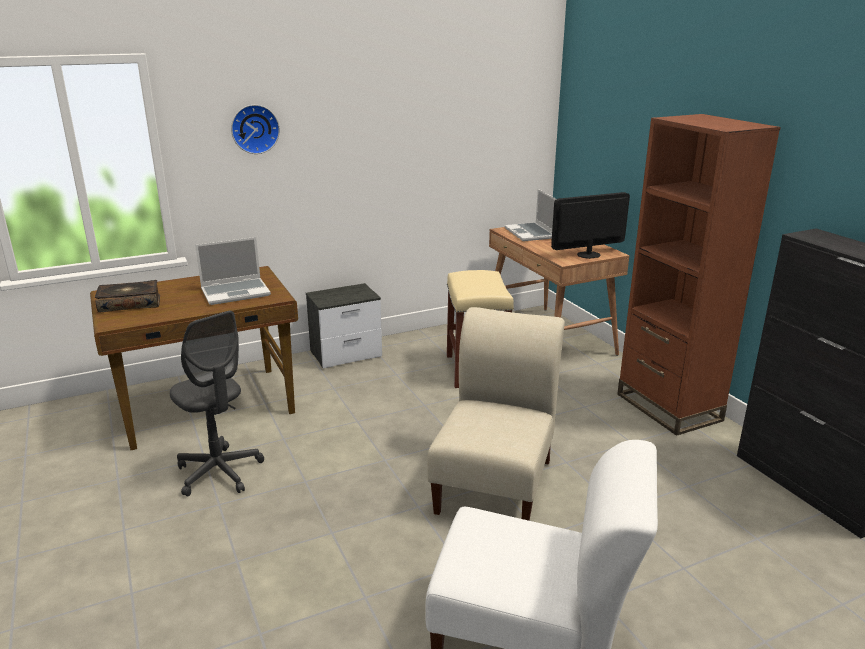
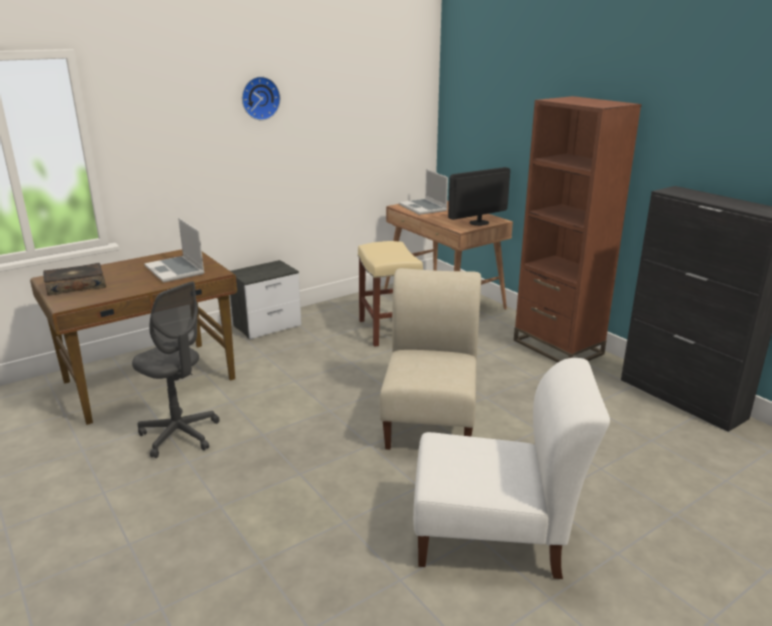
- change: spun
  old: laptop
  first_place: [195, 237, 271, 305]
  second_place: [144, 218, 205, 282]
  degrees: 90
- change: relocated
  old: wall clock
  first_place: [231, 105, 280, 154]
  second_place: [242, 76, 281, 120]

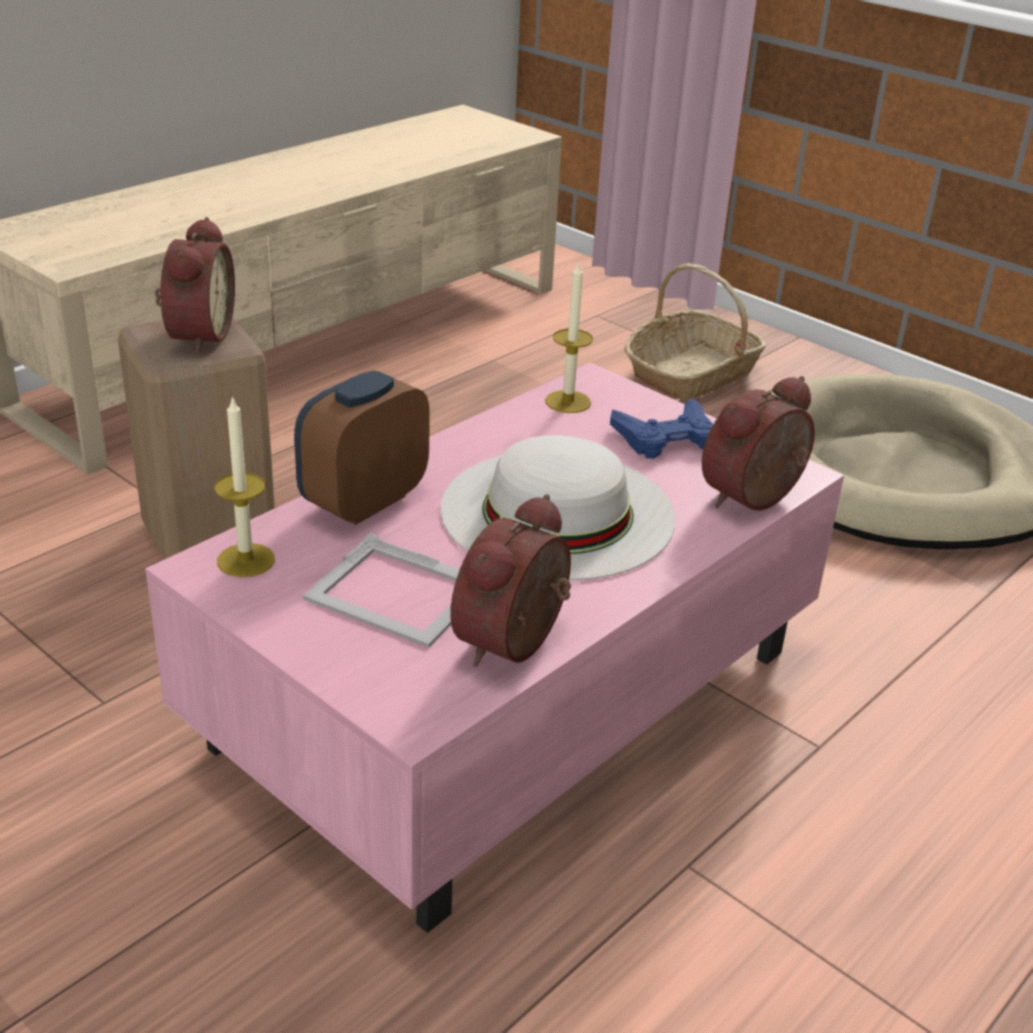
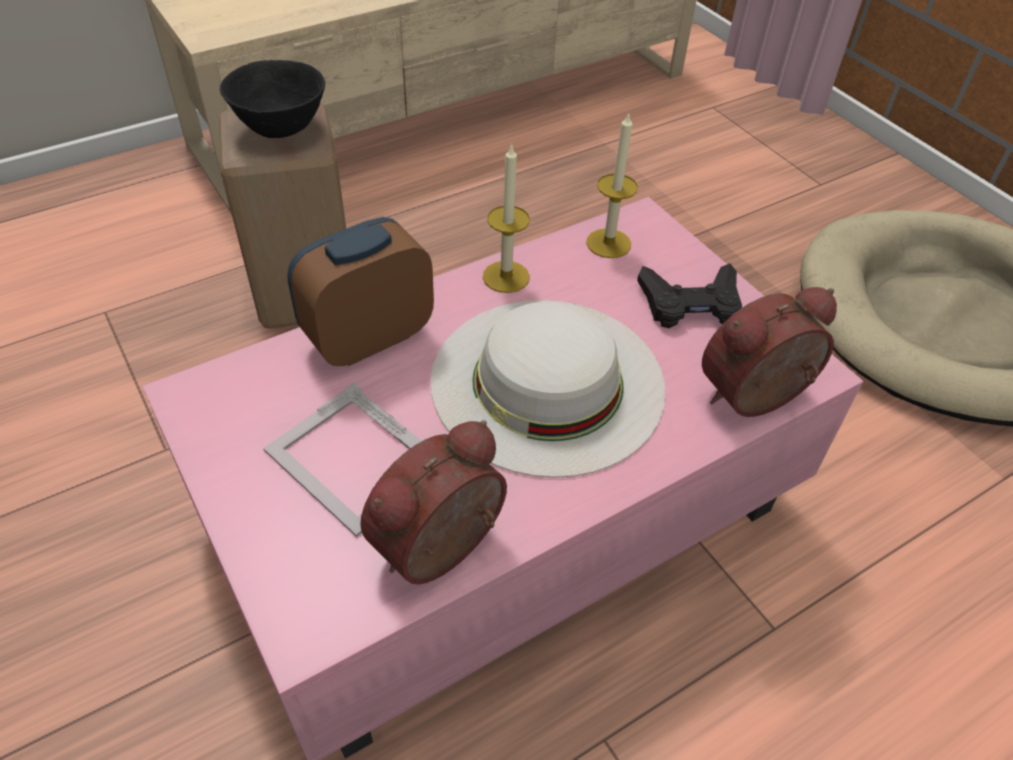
- change: exchanged
  old: alarm clock
  new: bowl (black)
  first_place: [155, 217, 235, 354]
  second_place: [220, 60, 325, 138]
- change: relocated
  old: candle
  first_place: [214, 395, 275, 577]
  second_place: [483, 143, 530, 293]
- change: colour
  old: game controller (blue)
  new: game controller (black)
  first_place: [610, 398, 713, 459]
  second_place: [637, 263, 742, 328]
- change: missing
  old: basket
  first_place: [624, 263, 766, 400]

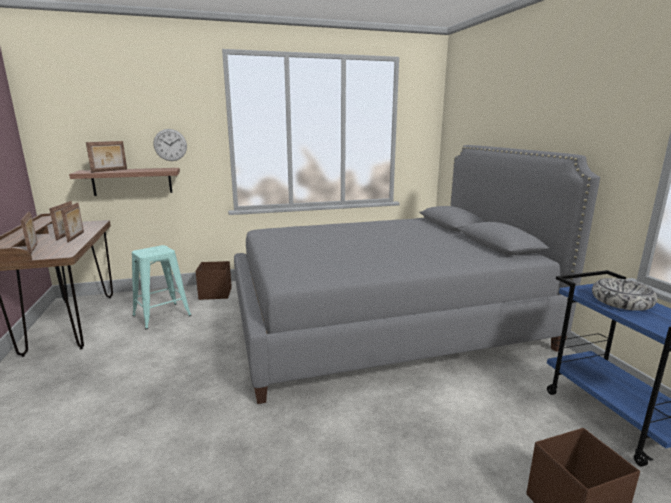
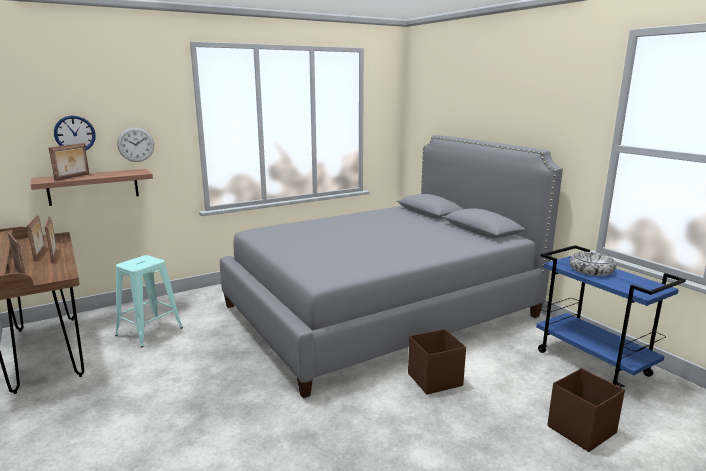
- change: appeared
  new: wall clock
  second_place: [54, 115, 96, 150]
- change: relocated
  old: storage box (brown)
  first_place: [195, 261, 232, 300]
  second_place: [408, 329, 466, 395]

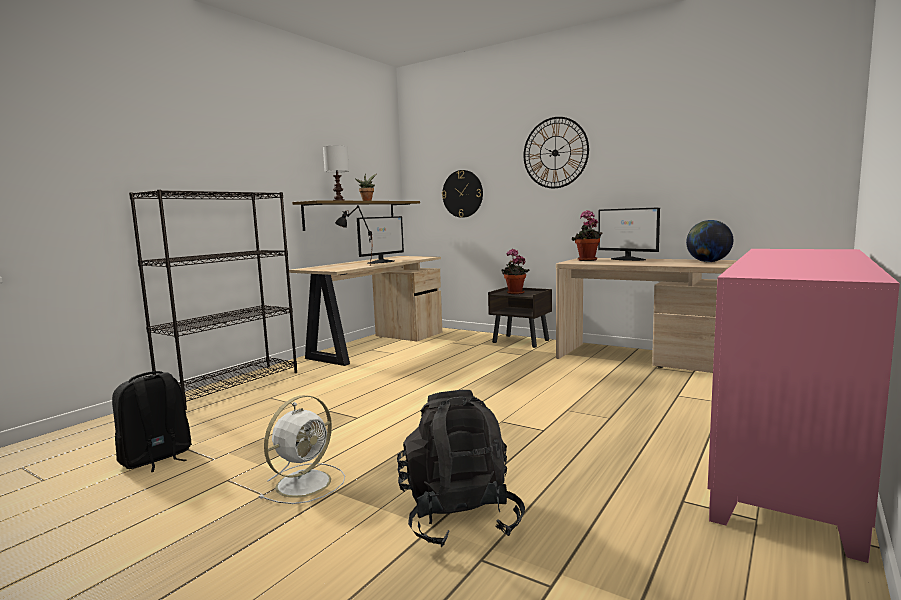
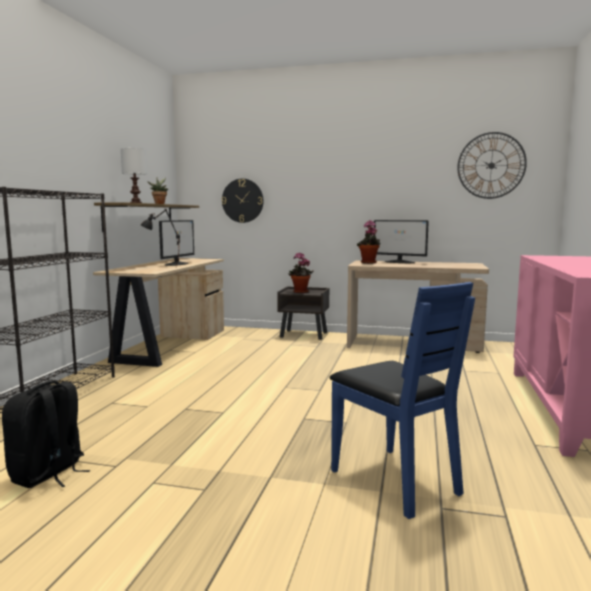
- change: exchanged
  old: backpack (black)
  new: chair (blue)
  first_place: [397, 390, 525, 547]
  second_place: [329, 282, 475, 519]
- change: relocated
  old: wall clock
  first_place: [524, 117, 589, 188]
  second_place: [457, 132, 527, 199]
- change: missing
  old: fan (white)
  first_place: [258, 395, 345, 504]
- change: missing
  old: globe
  first_place: [686, 220, 733, 262]

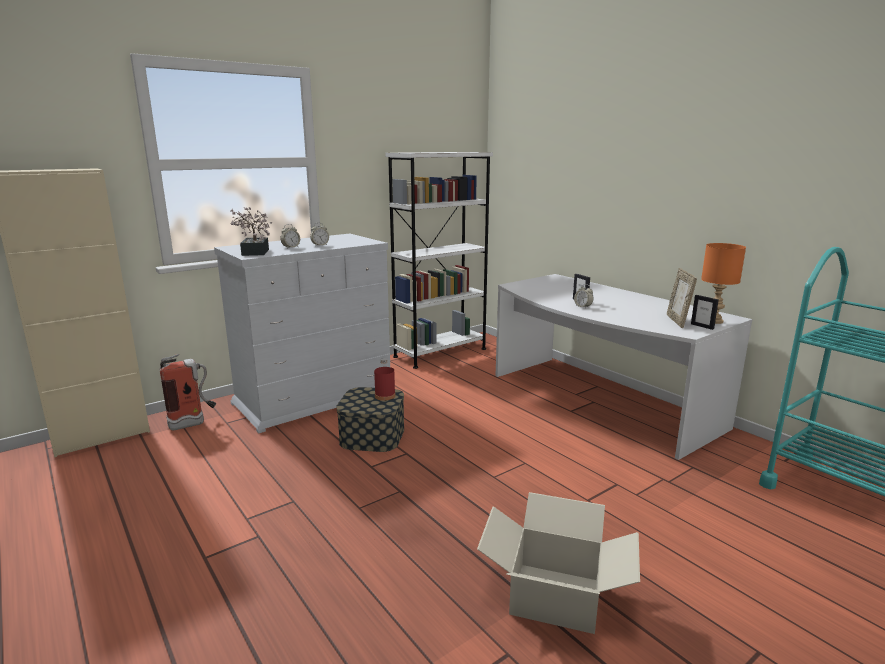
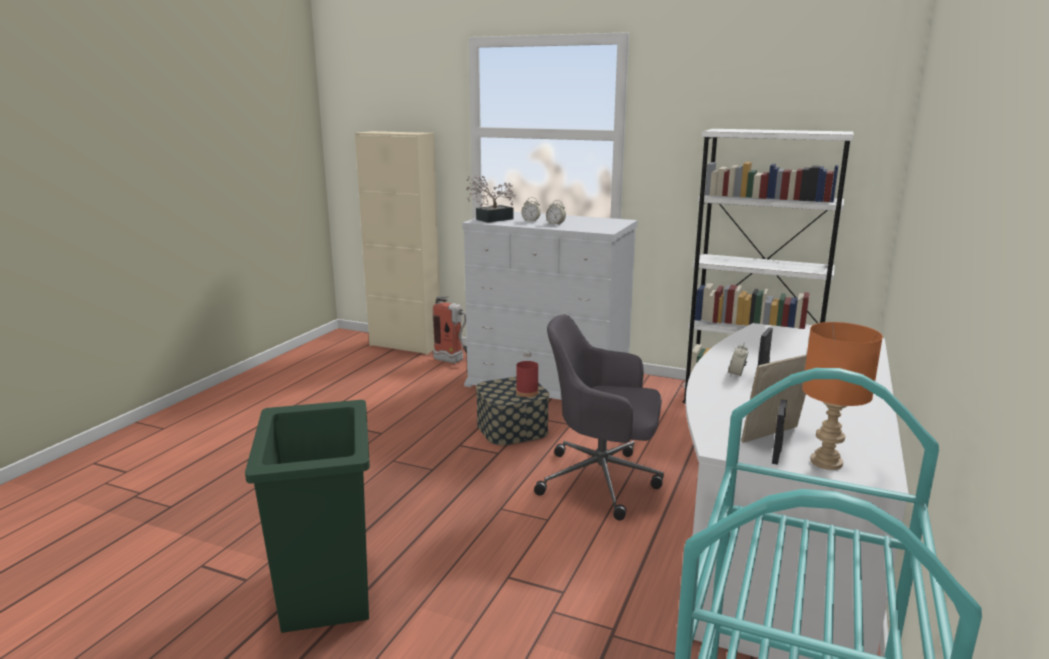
- change: exchanged
  old: cardboard box
  new: trash can (green)
  first_place: [477, 492, 640, 634]
  second_place: [245, 400, 370, 633]
- change: appeared
  new: office chair (grey)
  second_place: [534, 314, 664, 520]

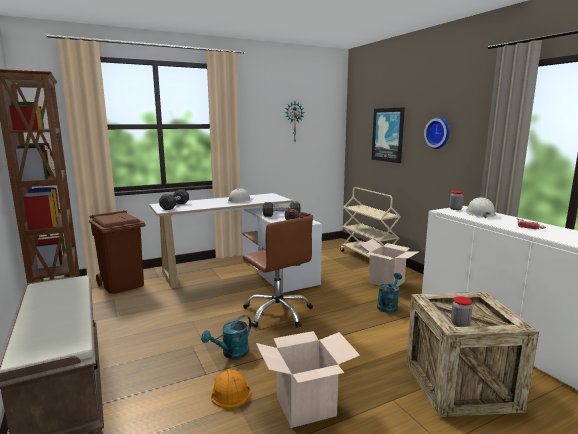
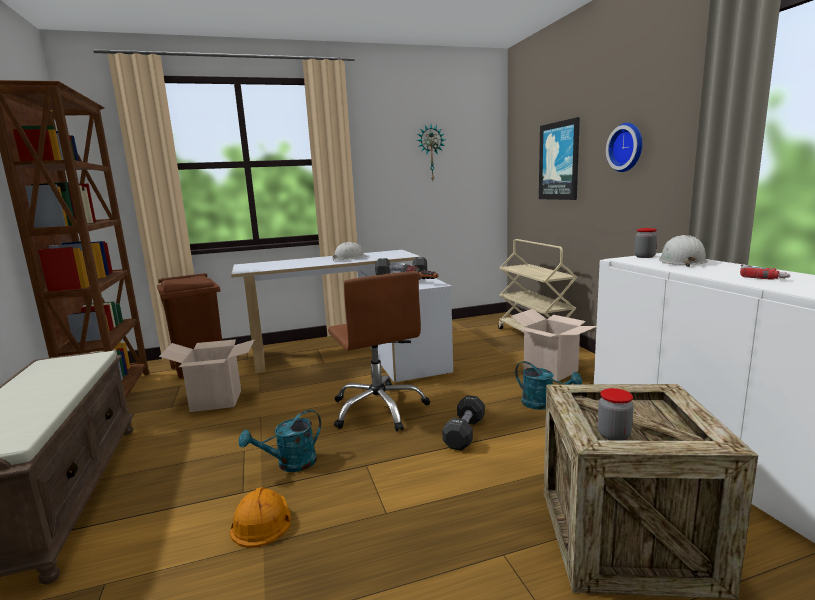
- change: relocated
  old: cardboard box
  first_place: [256, 331, 360, 428]
  second_place: [159, 339, 254, 412]
- change: relocated
  old: dumbbell (black)
  first_place: [159, 189, 189, 210]
  second_place: [442, 395, 485, 451]
- change: spun
  old: watering can (turquoise)
  first_place: [377, 273, 402, 313]
  second_place: [515, 361, 582, 410]
  degrees: 90

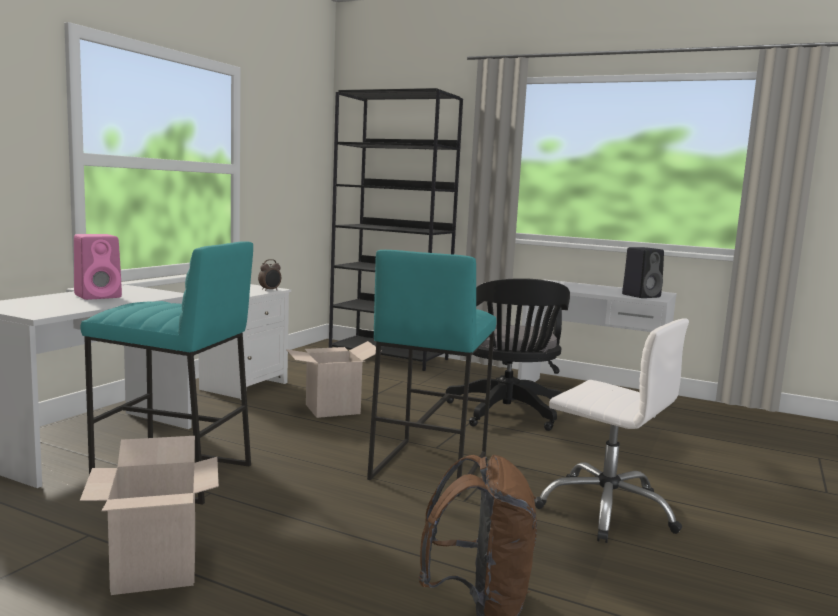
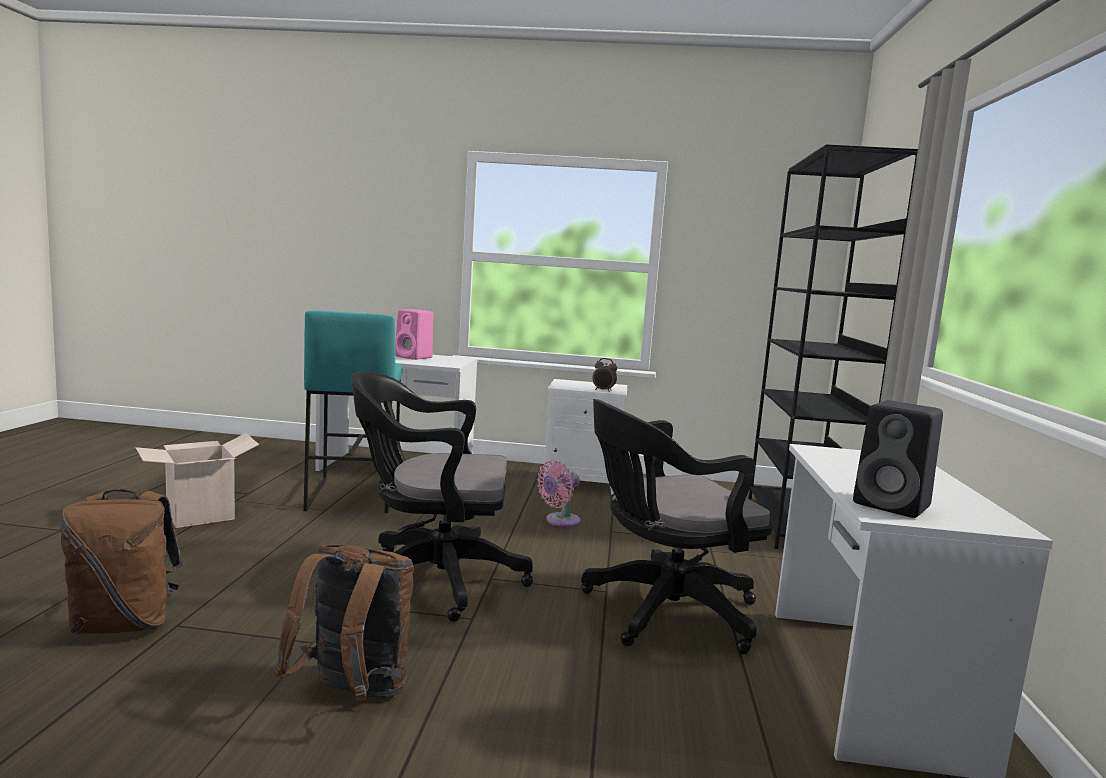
- change: exchanged
  old: office chair (white)
  new: backpack (brown)
  first_place: [534, 318, 689, 543]
  second_place: [274, 544, 414, 701]
- change: exchanged
  old: stool (turquoise)
  new: office chair (black)
  first_place: [367, 250, 496, 497]
  second_place: [351, 371, 533, 622]
- change: exchanged
  old: cardboard box
  new: fan (pink)
  first_place: [286, 341, 382, 418]
  second_place: [537, 460, 581, 527]

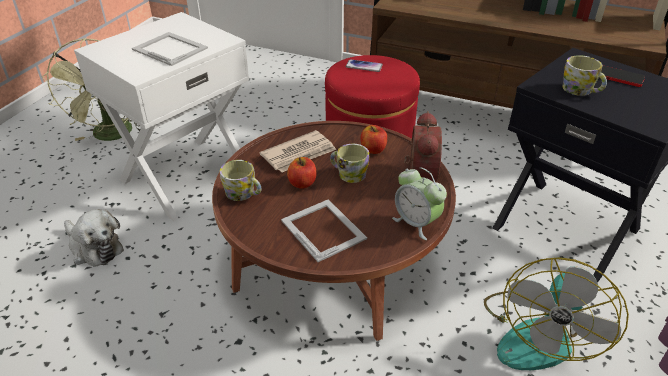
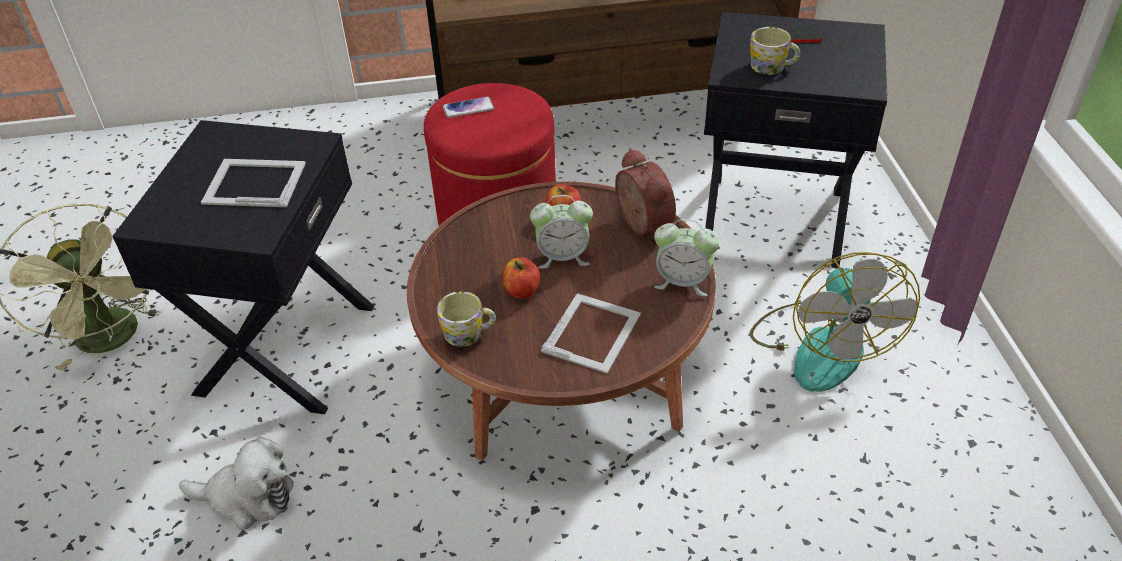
- change: colour
  old: side table (white)
  new: side table (black)
  first_place: [74, 12, 249, 221]
  second_place: [112, 120, 374, 414]
- change: exchanged
  old: mug
  new: alarm clock
  first_place: [330, 144, 369, 183]
  second_place: [530, 195, 593, 269]
- change: spun
  old: picture frame
  first_place: [281, 199, 367, 262]
  second_place: [541, 293, 641, 374]
  degrees: 90
- change: missing
  old: newspaper
  first_place: [259, 130, 336, 172]

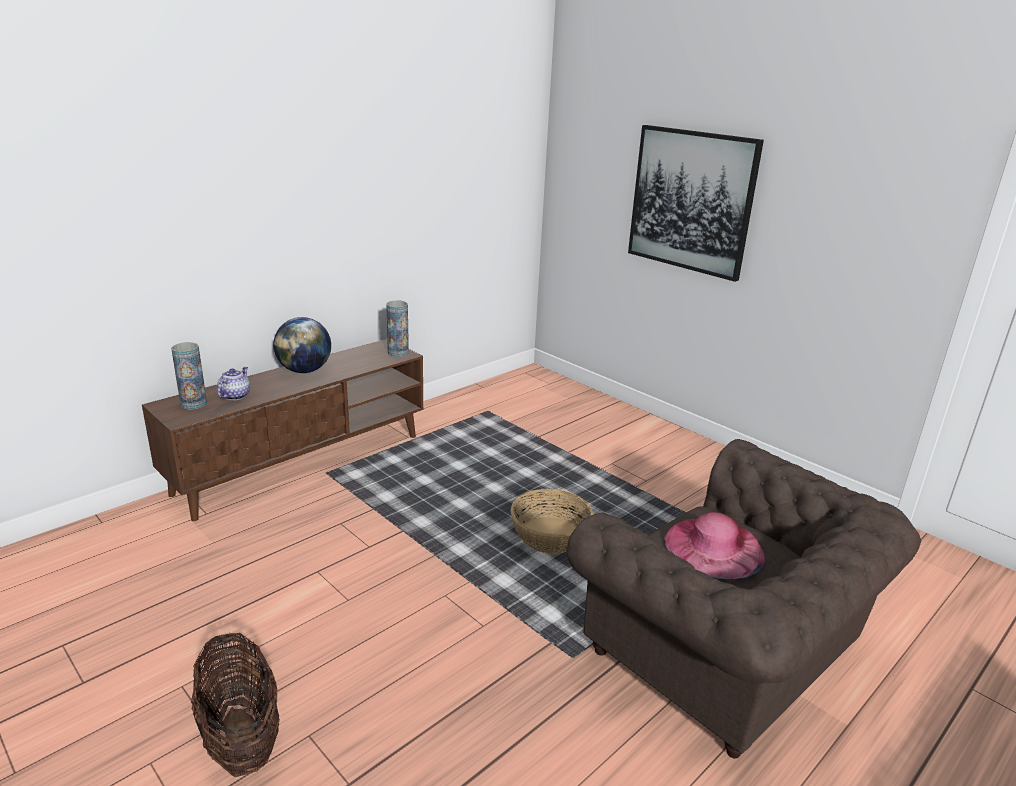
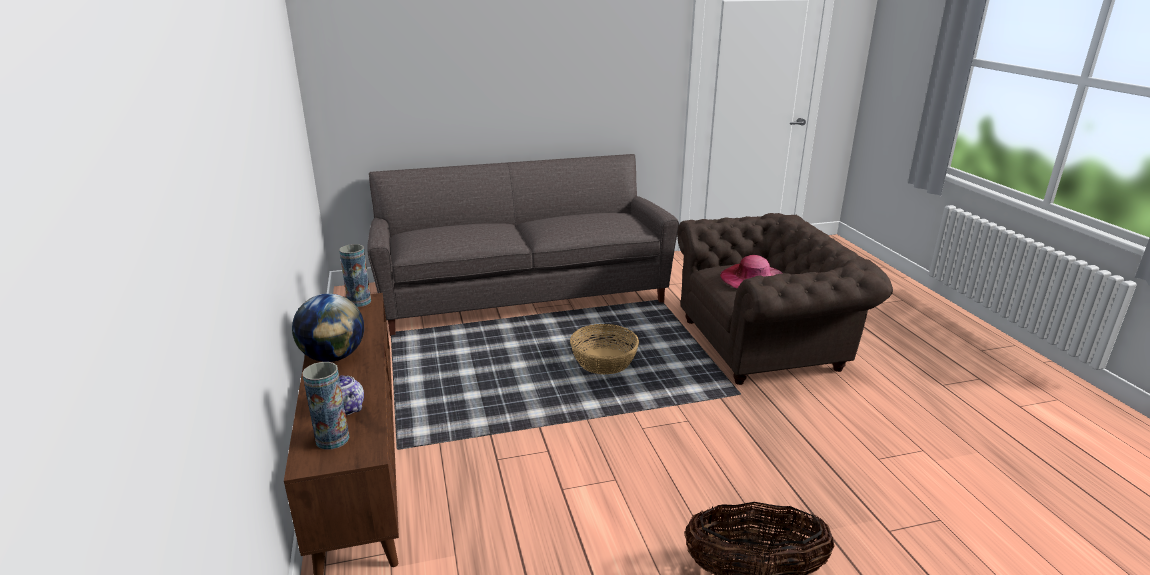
- change: appeared
  new: sofa (grey)
  second_place: [367, 154, 679, 336]
- change: missing
  old: picture
  first_place: [628, 125, 764, 282]

